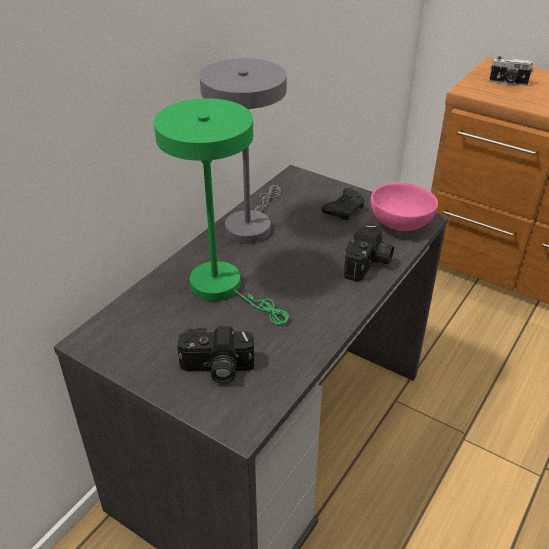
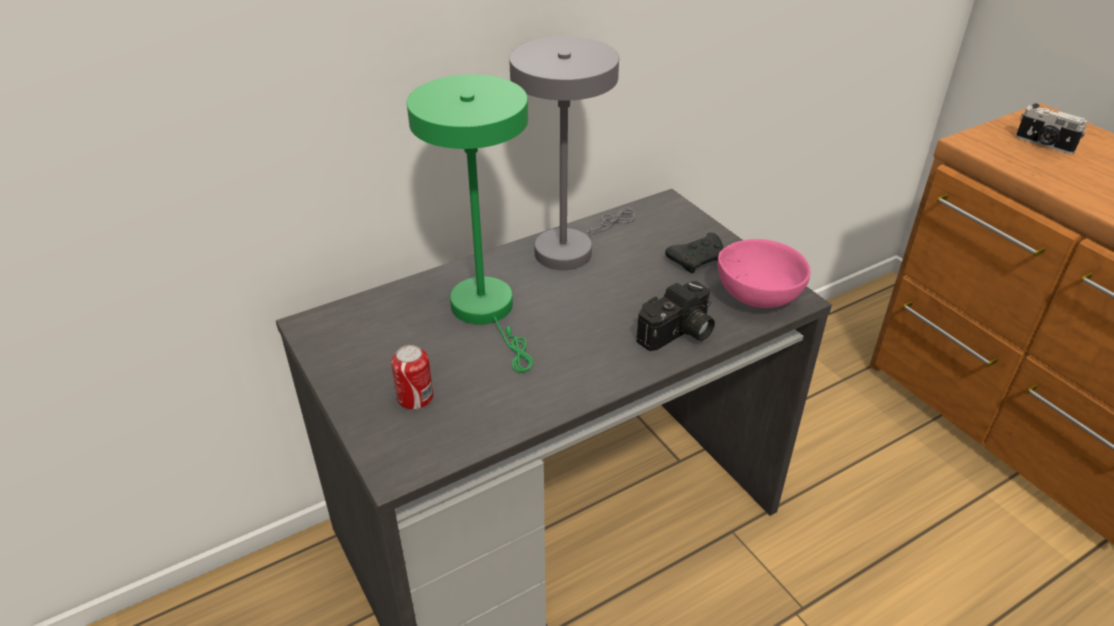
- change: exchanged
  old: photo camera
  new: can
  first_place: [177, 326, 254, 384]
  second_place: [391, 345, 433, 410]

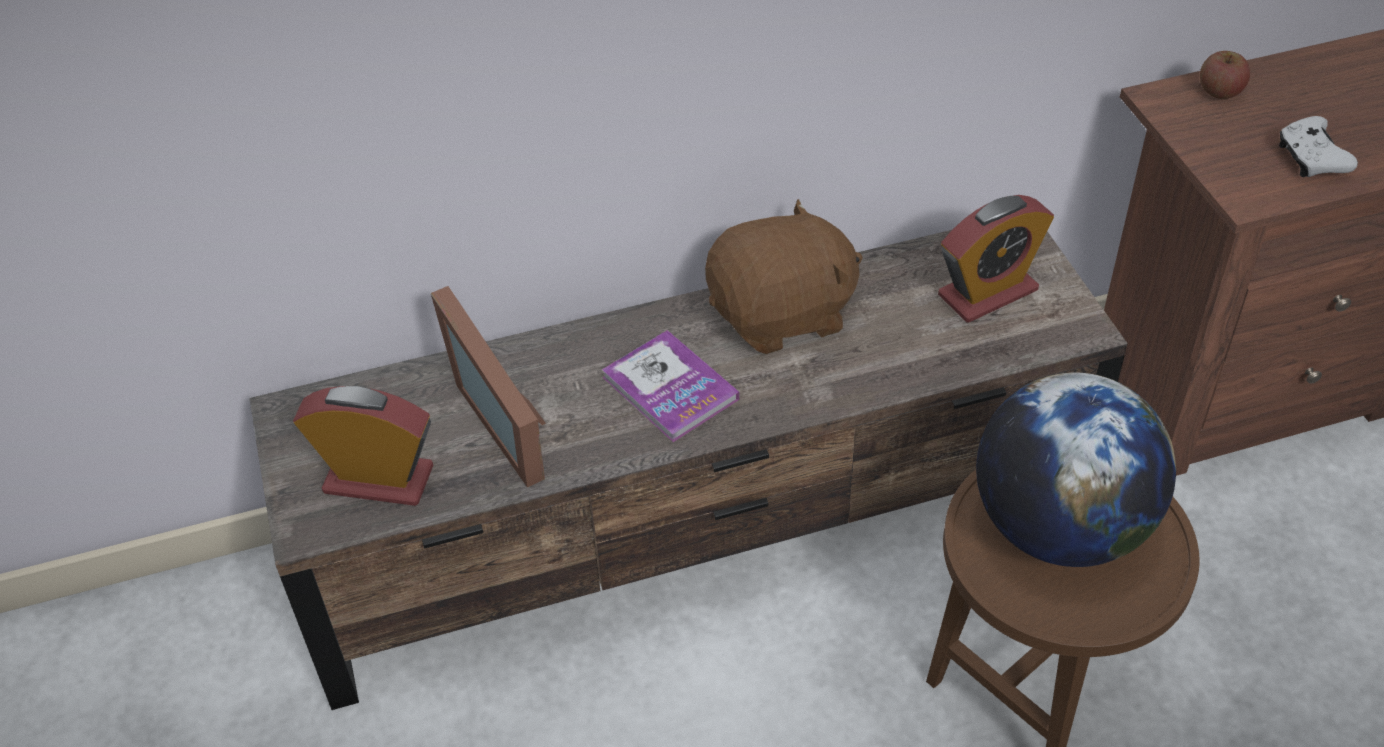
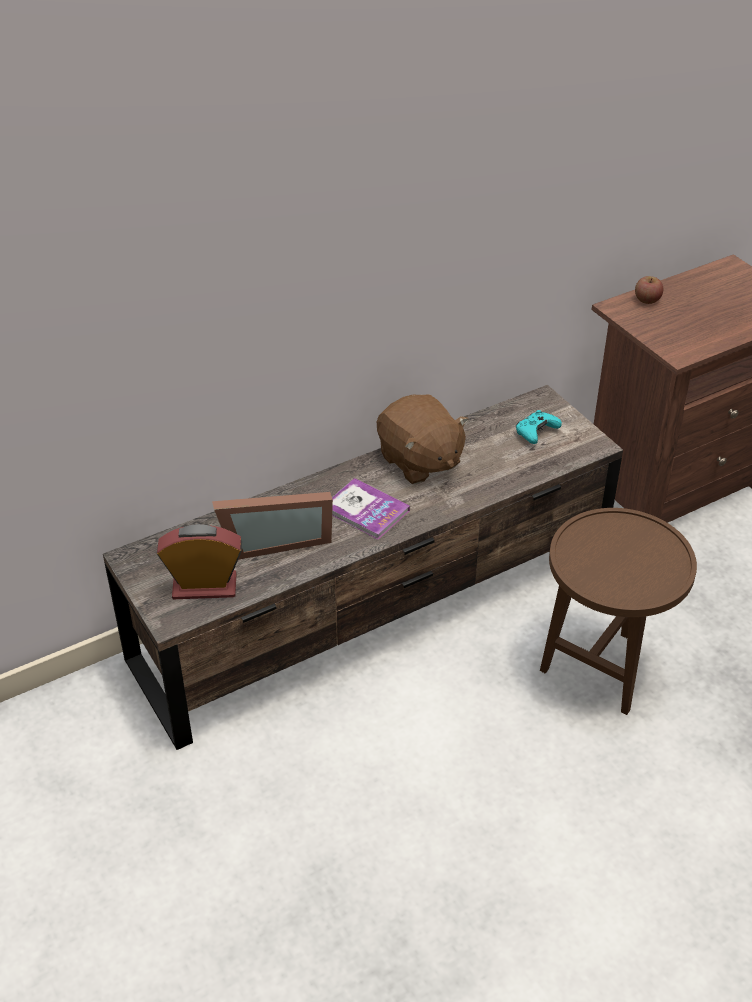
- change: spun
  old: picture frame
  first_place: [431, 286, 546, 487]
  second_place: [212, 492, 333, 560]
  degrees: -60
- change: spun
  old: plush toy (brown)
  first_place: [705, 199, 862, 354]
  second_place: [377, 394, 469, 484]
  degrees: 90
- change: exchanged
  old: alarm clock
  new: game controller (turquoise)
  first_place: [938, 195, 1054, 323]
  second_place: [516, 410, 562, 444]
- change: missing
  old: globe
  first_place: [976, 373, 1176, 567]
- change: missing
  old: game controller (white)
  first_place: [1279, 116, 1358, 177]

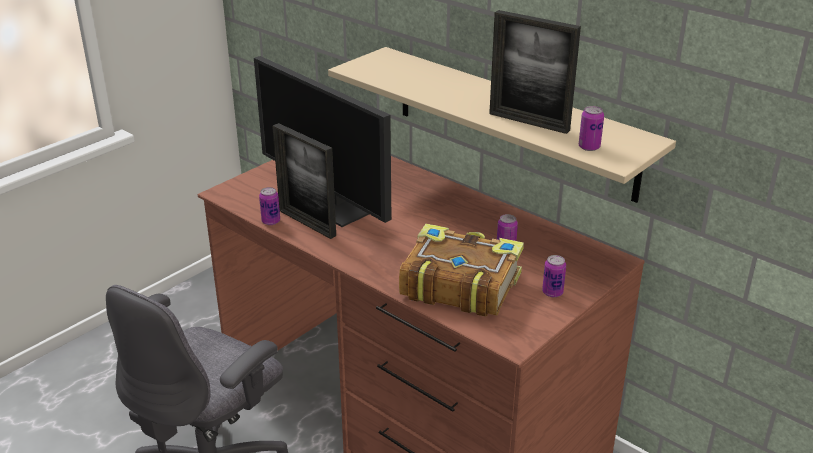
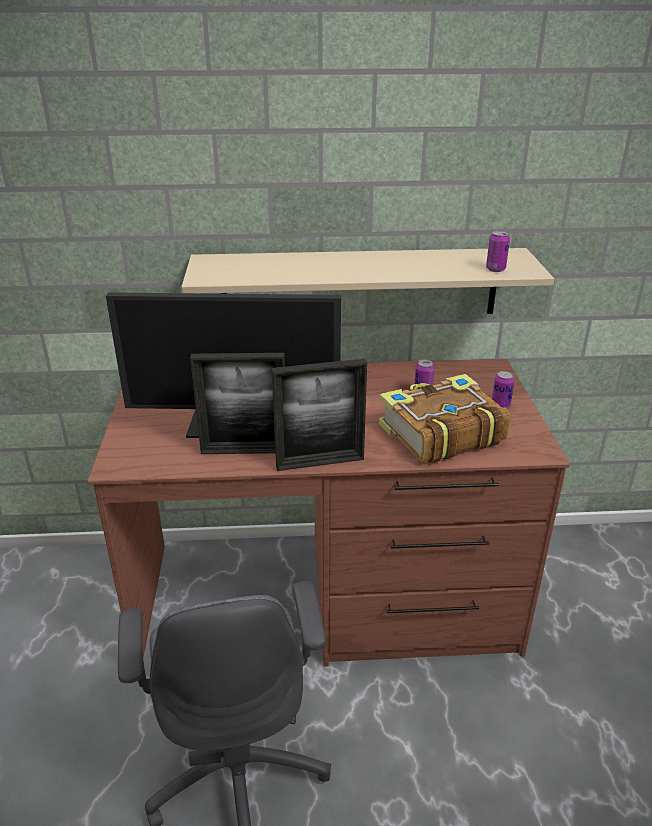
- change: relocated
  old: picture frame
  first_place: [489, 10, 581, 134]
  second_place: [272, 359, 367, 471]
- change: missing
  old: can
  first_place: [259, 187, 280, 225]

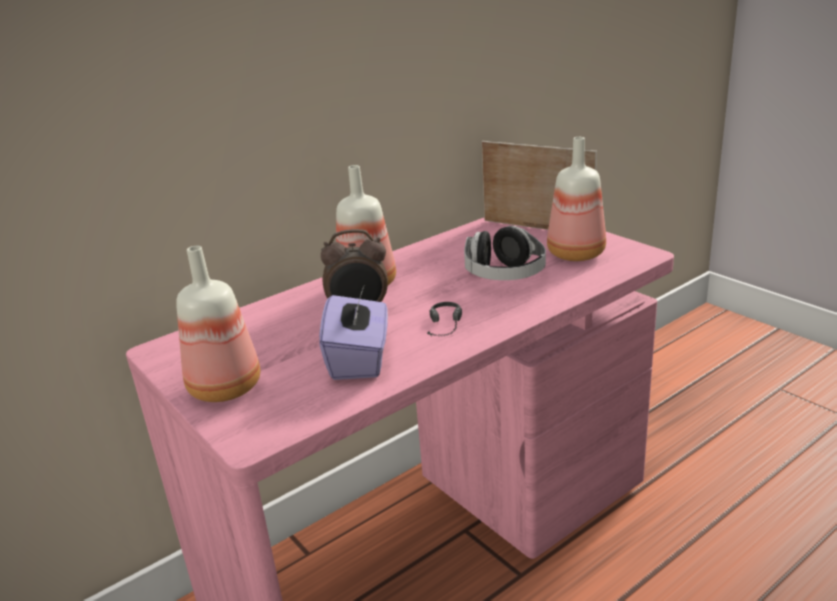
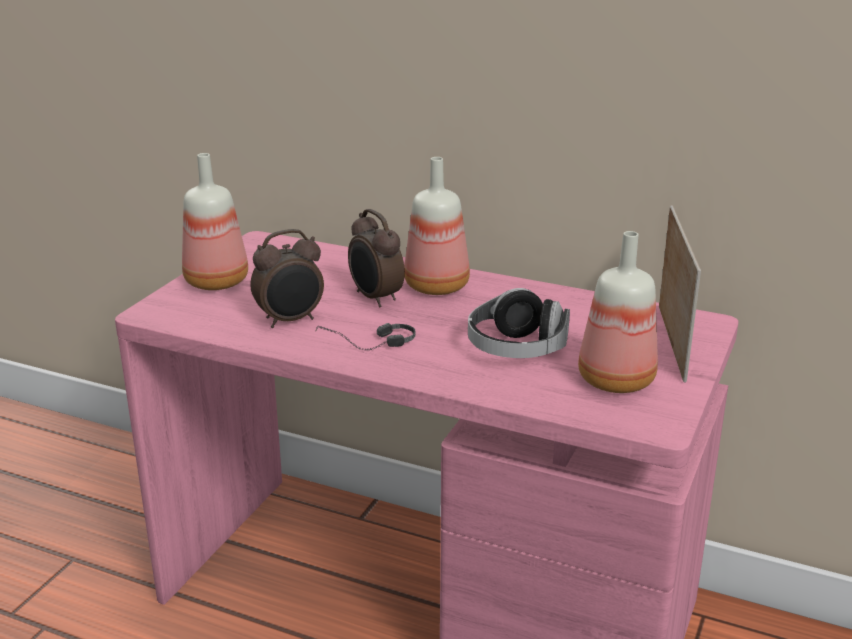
- change: exchanged
  old: tissue box (purple)
  new: alarm clock
  first_place: [319, 284, 388, 380]
  second_place: [250, 229, 324, 328]

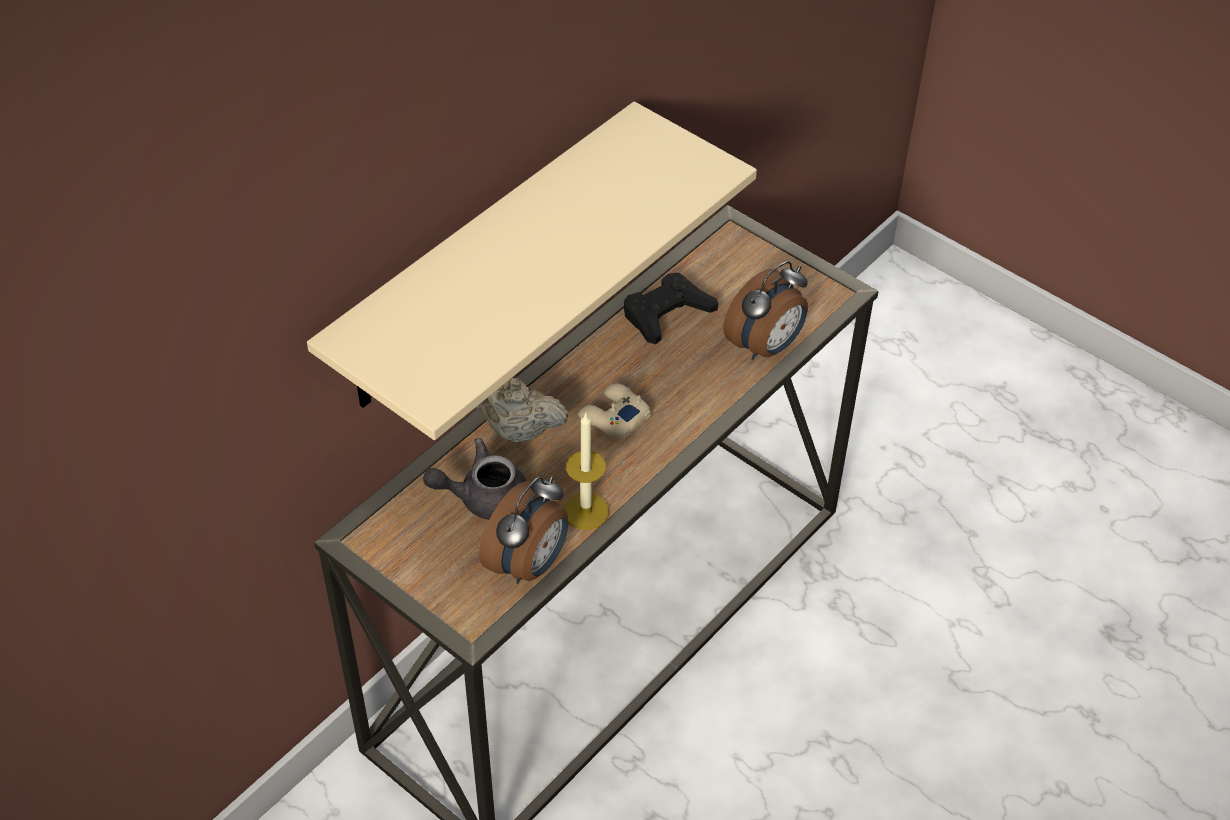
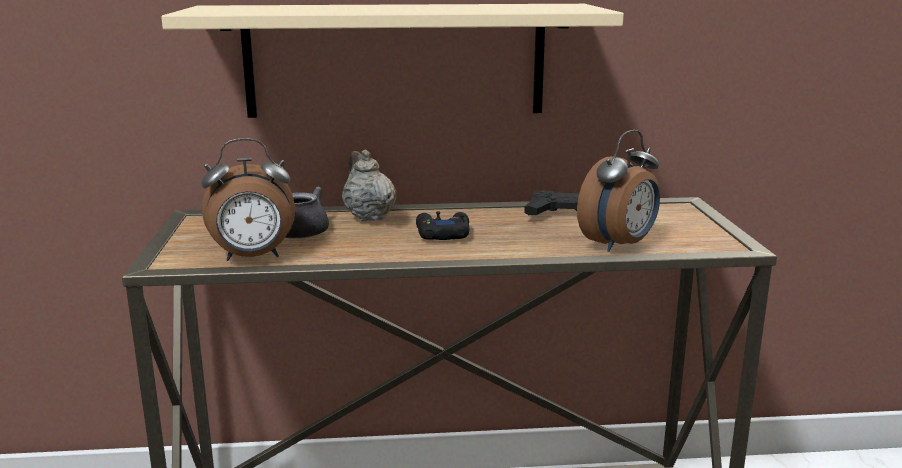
- change: colour
  old: game controller (beige)
  new: game controller (black)
  first_place: [578, 384, 651, 439]
  second_place: [416, 211, 469, 240]
- change: spun
  old: alarm clock
  first_place: [723, 261, 808, 360]
  second_place: [577, 130, 660, 252]
  degrees: -45
- change: missing
  old: candle
  first_place: [563, 413, 609, 530]

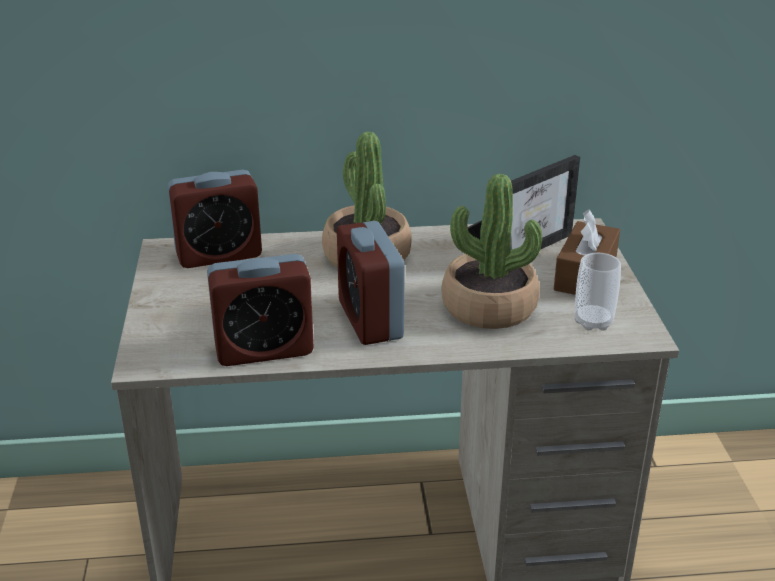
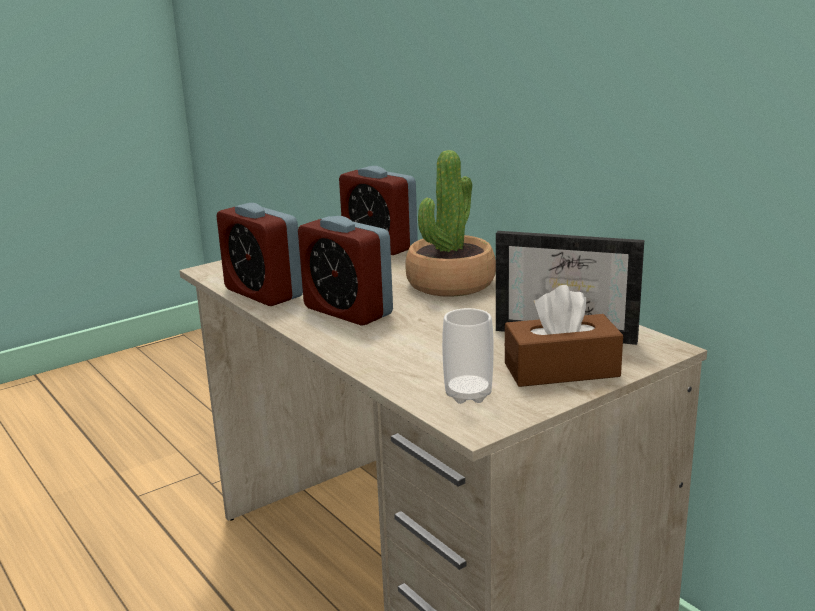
- change: spun
  old: alarm clock
  first_place: [337, 221, 405, 345]
  second_place: [298, 216, 393, 326]
  degrees: -90
- change: missing
  old: potted plant
  first_place: [441, 174, 542, 329]

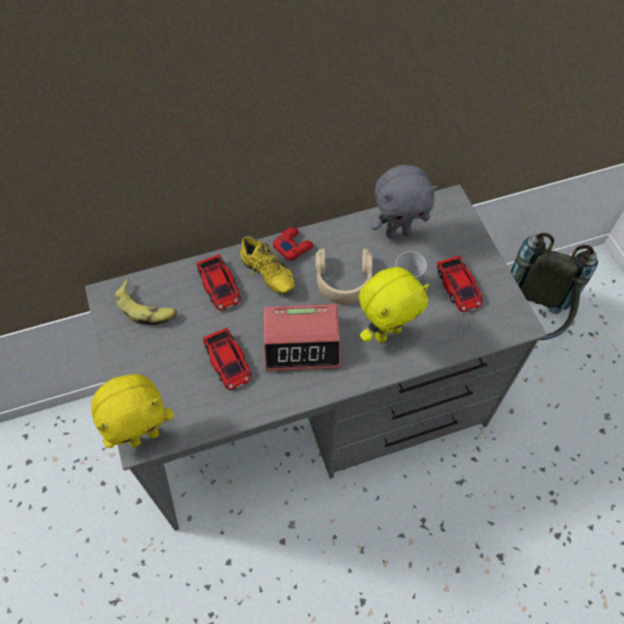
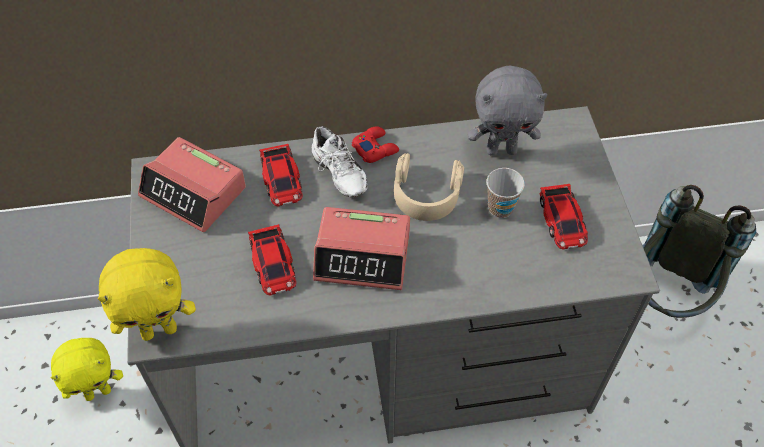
- change: relocated
  old: plush toy (yellow)
  first_place: [359, 267, 429, 343]
  second_place: [51, 338, 123, 401]
- change: exchanged
  old: banana
  new: alarm clock
  first_place: [115, 279, 177, 325]
  second_place: [138, 137, 246, 232]
- change: colour
  old: shoe (yellow)
  new: shoe (white)
  first_place: [240, 236, 295, 294]
  second_place: [312, 126, 368, 197]

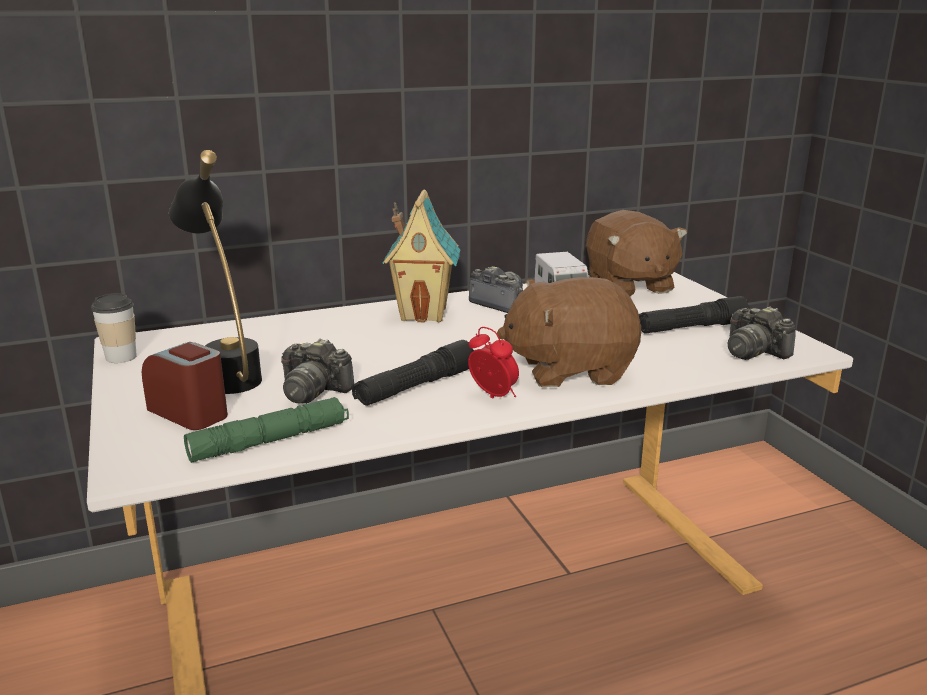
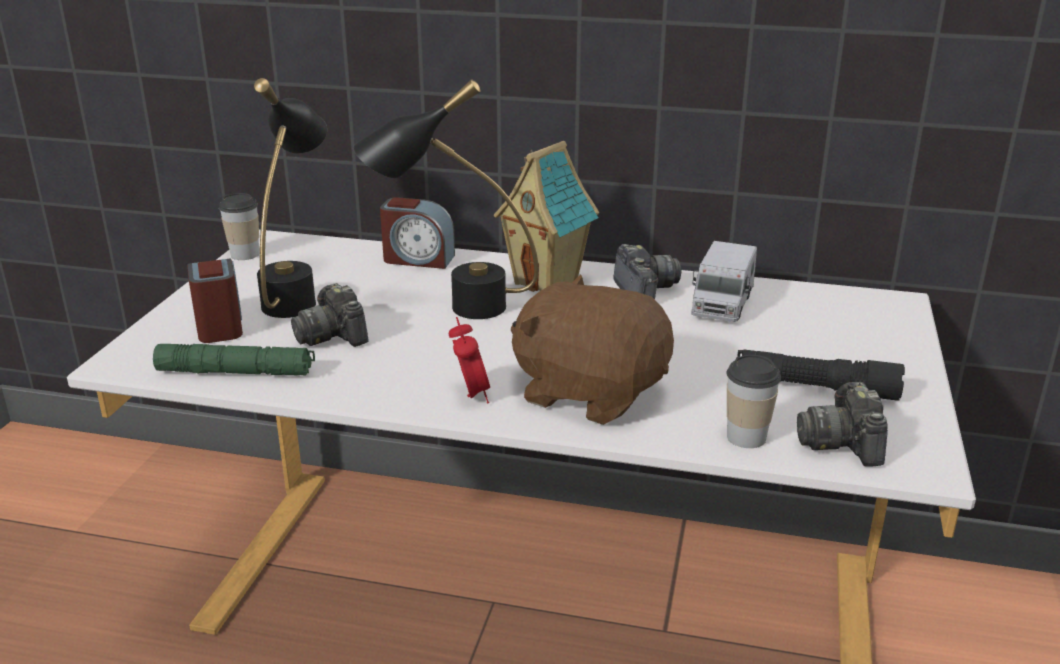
- change: appeared
  new: table lamp (black)
  second_place: [353, 79, 539, 319]
- change: appeared
  new: alarm clock
  second_place: [380, 197, 455, 269]
- change: appeared
  new: cup
  second_place: [727, 355, 781, 448]
- change: missing
  old: flashlight (black)
  first_place: [352, 340, 474, 406]
- change: missing
  old: plush toy (brown)
  first_place: [586, 210, 688, 296]

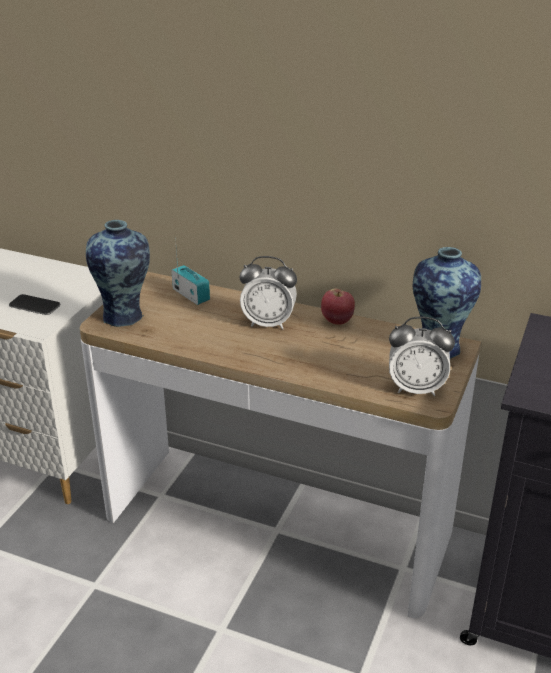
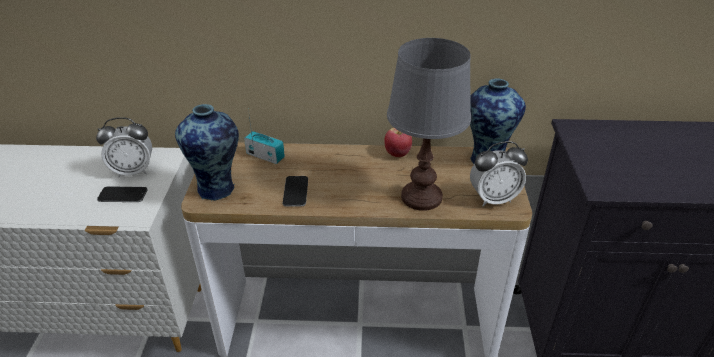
- change: relocated
  old: alarm clock
  first_place: [240, 256, 297, 330]
  second_place: [96, 117, 152, 177]
- change: appeared
  new: phone
  second_place: [283, 176, 308, 207]
- change: appeared
  new: table lamp (grey)
  second_place: [387, 38, 471, 211]

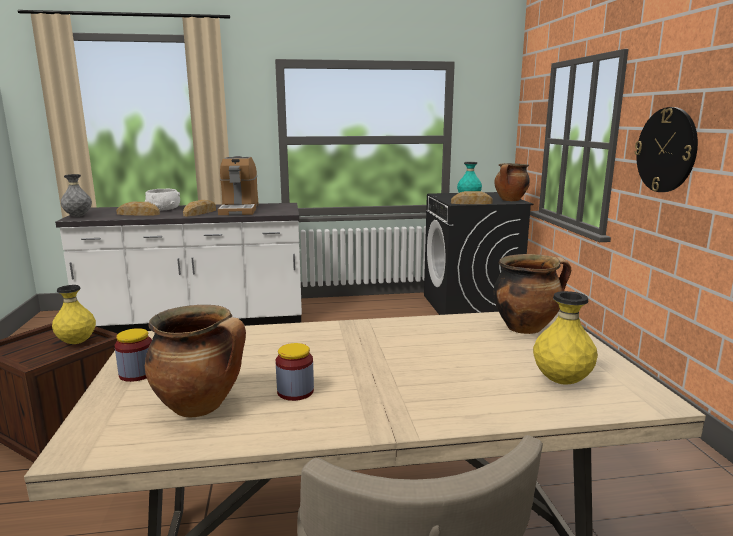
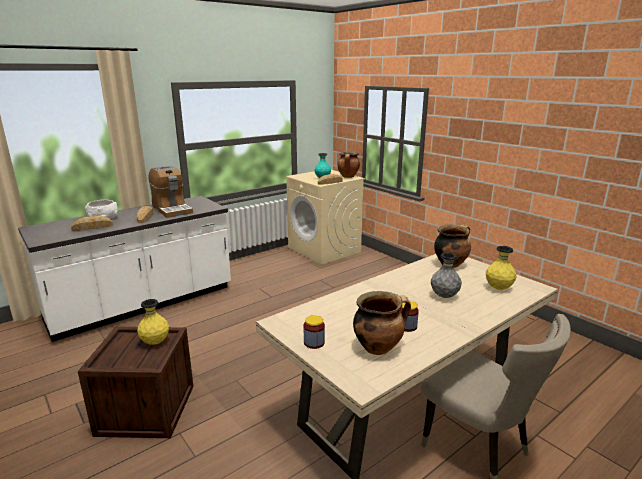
- change: colour
  old: washing machine (black)
  new: washing machine (beige)
  first_place: [424, 192, 534, 315]
  second_place: [286, 170, 365, 265]
- change: relocated
  old: vase (grey)
  first_place: [61, 174, 92, 217]
  second_place: [431, 252, 462, 298]
- change: missing
  old: wall clock
  first_place: [634, 107, 698, 192]

